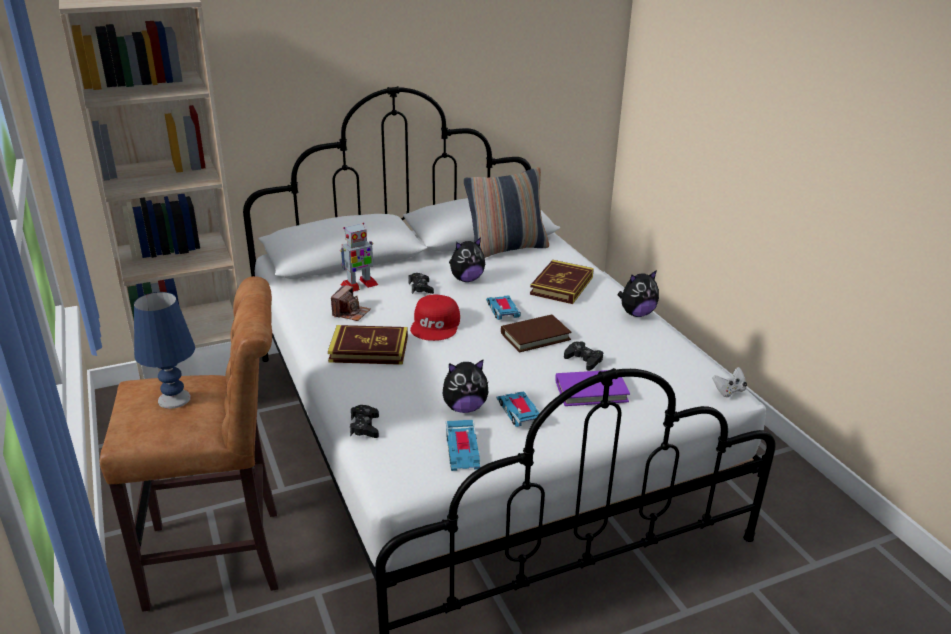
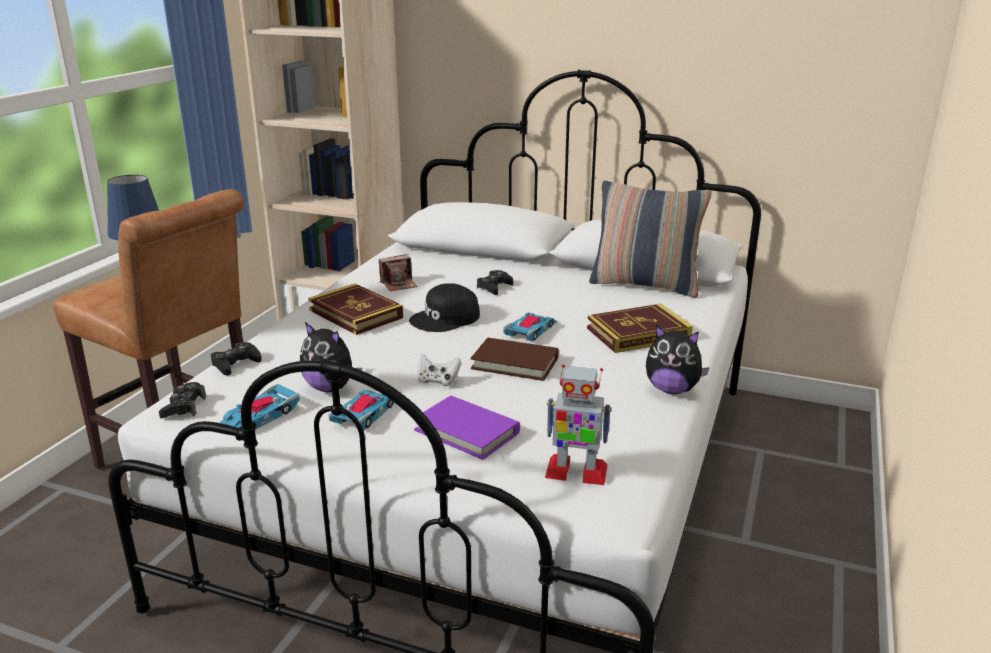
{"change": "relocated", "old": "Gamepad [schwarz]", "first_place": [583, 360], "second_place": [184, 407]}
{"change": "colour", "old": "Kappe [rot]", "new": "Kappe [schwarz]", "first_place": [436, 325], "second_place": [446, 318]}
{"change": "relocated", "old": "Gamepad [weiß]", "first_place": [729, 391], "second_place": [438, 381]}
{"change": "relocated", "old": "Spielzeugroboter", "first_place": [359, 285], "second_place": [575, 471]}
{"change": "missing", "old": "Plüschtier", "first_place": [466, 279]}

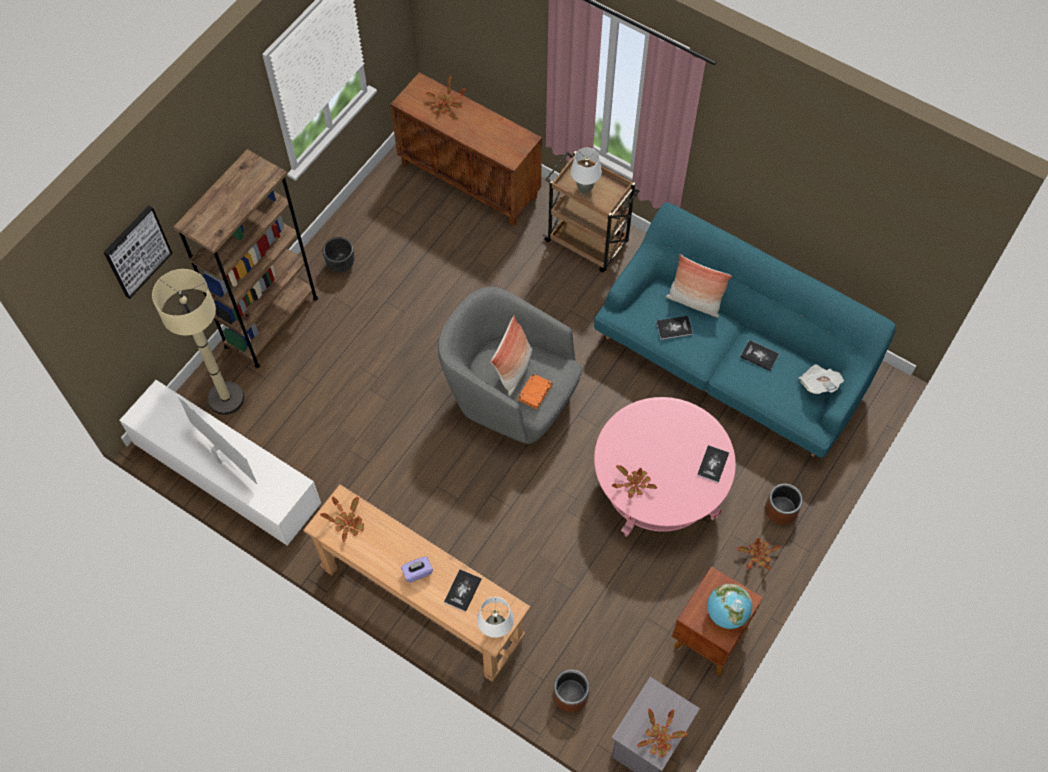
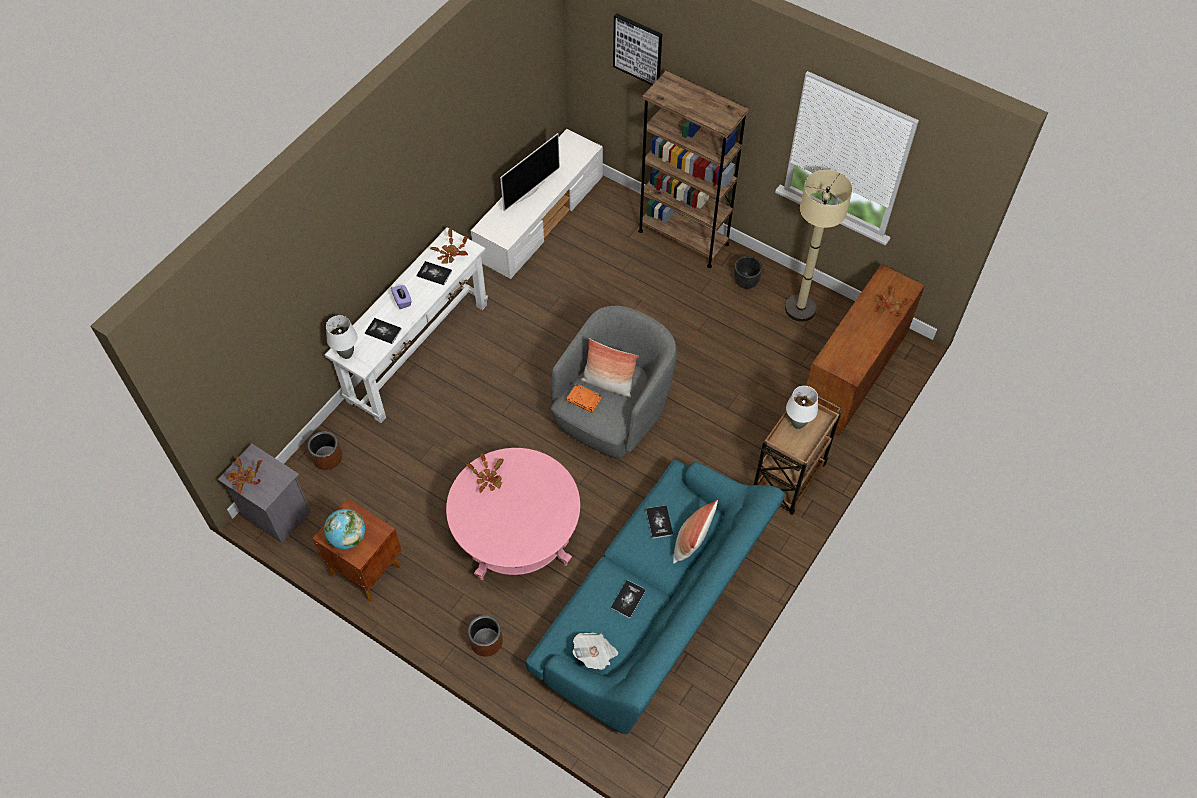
{"change": "colour", "old": "Konsolentisch [braun]", "new": "Konsolentisch [weiß]", "first_place": [422, 603], "second_place": [418, 352]}
{"change": "relocated", "old": "Buch", "first_place": [713, 464], "second_place": [434, 273]}
{"change": "relocated", "old": "Stehlampe [beige]", "first_place": [226, 398], "second_place": [800, 308]}
{"change": "missing", "old": "Topfpflanze", "first_place": [758, 555]}

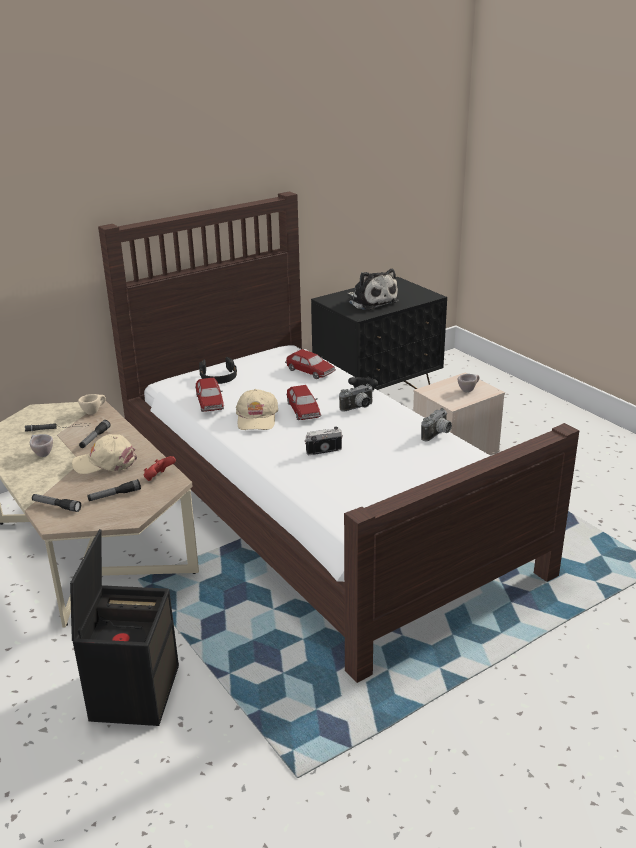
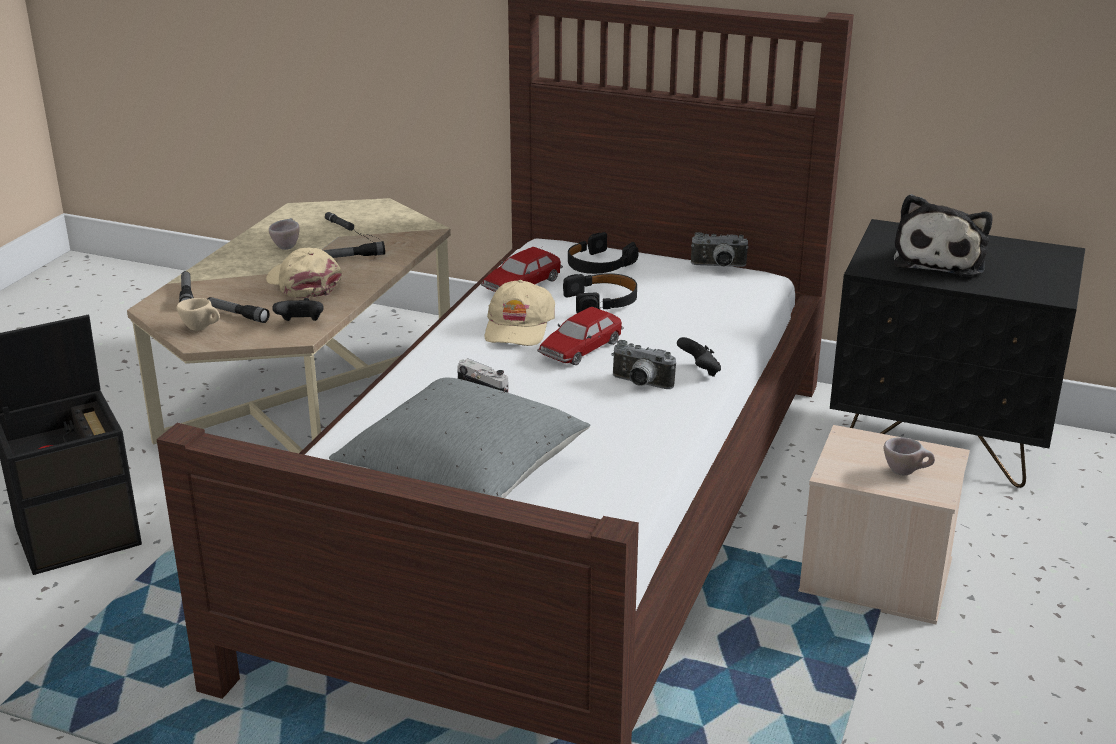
{"change": "relocated", "old": "Tasse [beige]", "first_place": [94, 412], "second_place": [202, 328]}
{"change": "colour", "old": "Gamepad [rot]", "new": "Gamepad [schwarz]", "first_place": [159, 478], "second_place": [300, 323]}
{"change": "appeared", "new": "Kissen [grau]", "second_place": [463, 477]}
{"change": "spun", "old": "Kappe [beige]", "first_place": [257, 418], "second_place": [518, 326], "degrees": -45}
{"change": "appeared", "new": "Kopfhörer [schwarz]", "second_place": [602, 301]}
{"change": "relocated", "old": "Kamera", "first_place": [438, 435], "second_place": [718, 267]}
{"change": "missing", "old": "Spielzeugauto", "first_place": [310, 371]}

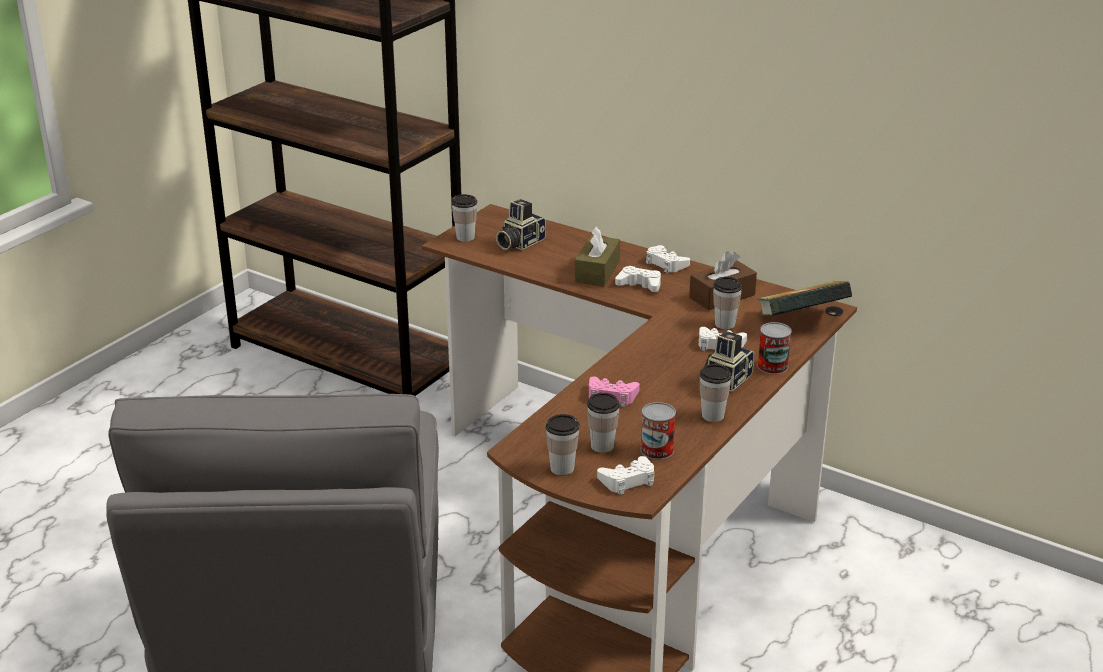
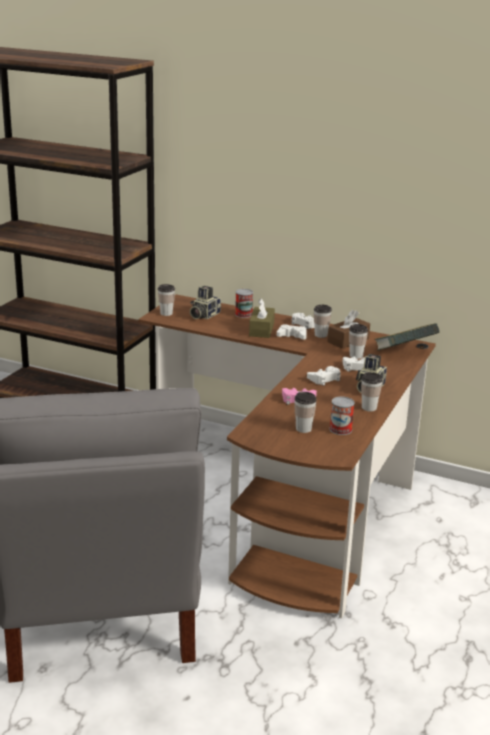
{"change": "relocated", "old": "Dose", "first_place": [772, 366], "second_place": [243, 314]}
{"change": "relocated", "old": "Gamepad [weiß]", "first_place": [628, 481], "second_place": [324, 379]}
{"change": "relocated", "old": "Tasse", "first_place": [562, 468], "second_place": [321, 335]}

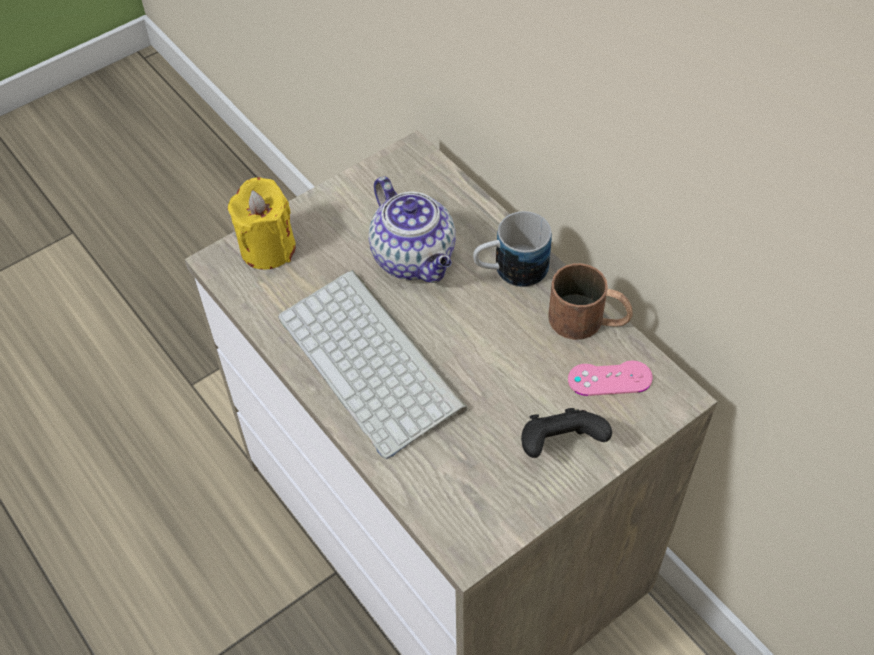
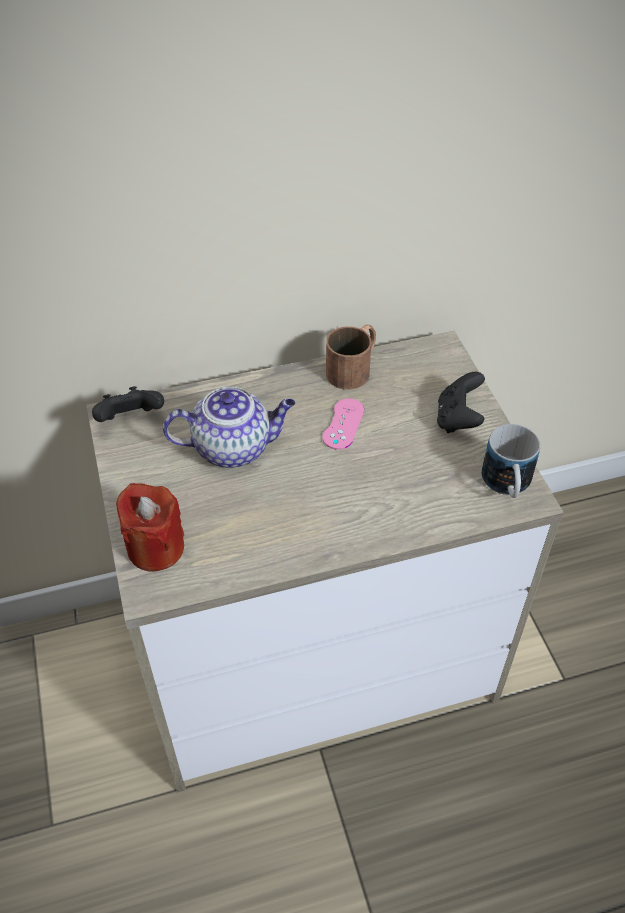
{"change": "appeared", "new": "Gamepad [schwarz]", "second_place": [131, 420]}
{"change": "colour", "old": "Kerze [gelb]", "new": "Kerze [rot]", "first_place": [267, 248], "second_place": [155, 548]}
{"change": "relocated", "old": "Gamepad [rosa]", "first_place": [610, 378], "second_place": [343, 424]}
{"change": "relocated", "old": "Henkelbecher", "first_place": [510, 270], "second_place": [507, 486]}
{"change": "missing", "old": "Tastatur", "first_place": [374, 362]}

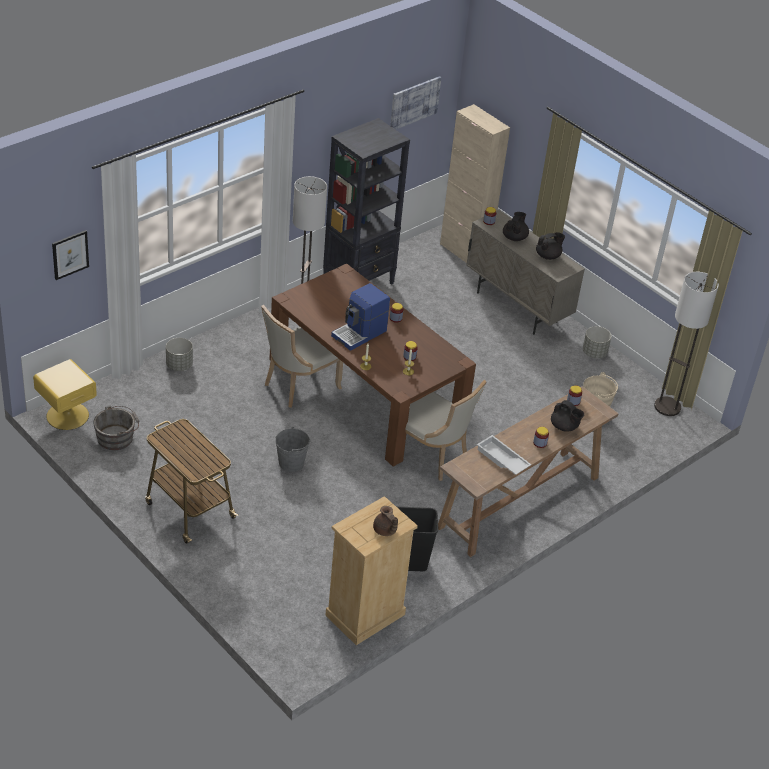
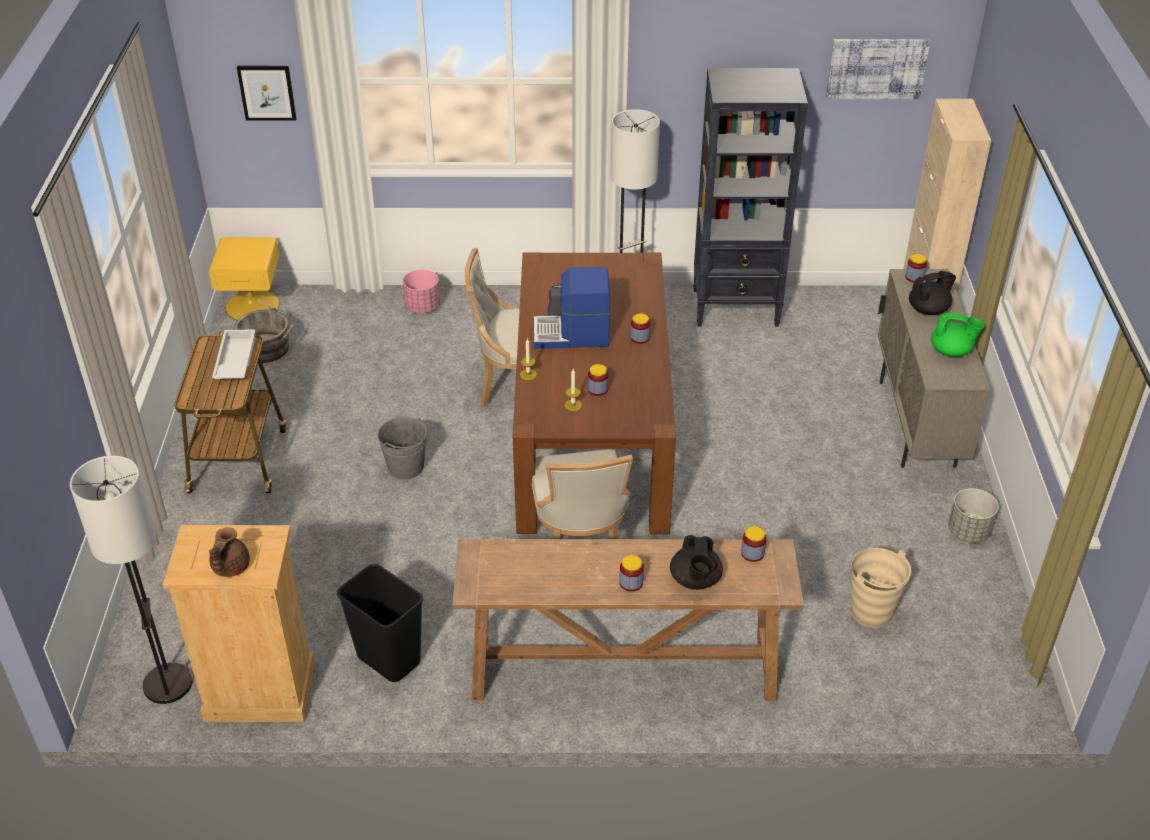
{"change": "relocated", "old": "Stehlampe", "first_place": [667, 407], "second_place": [167, 684]}
{"change": "relocated", "old": "Tablett [weiß]", "first_place": [501, 459], "second_place": [234, 360]}
{"change": "colour", "old": "Pflanzkübel [grau]", "new": "Pflanzkübel [rosa]", "first_place": [179, 365], "second_place": [423, 307]}
{"change": "colour", "old": "Teekanne [schwarz]", "new": "Teekanne [grün]", "first_place": [548, 256], "second_place": [951, 351]}

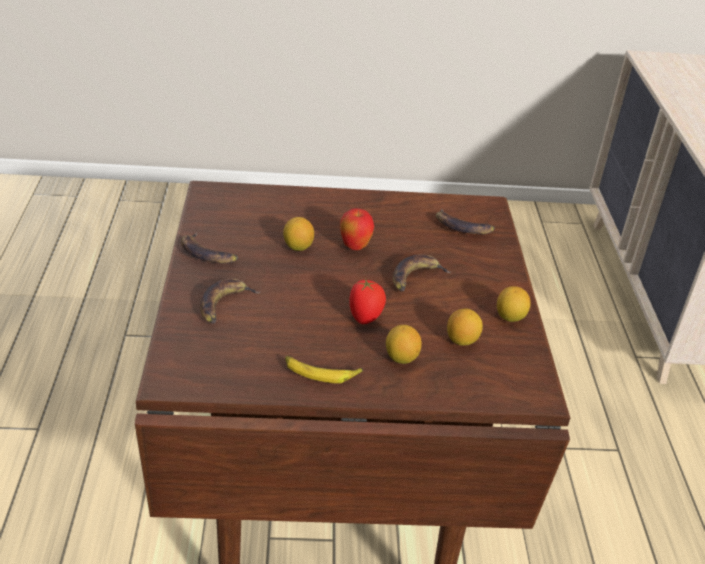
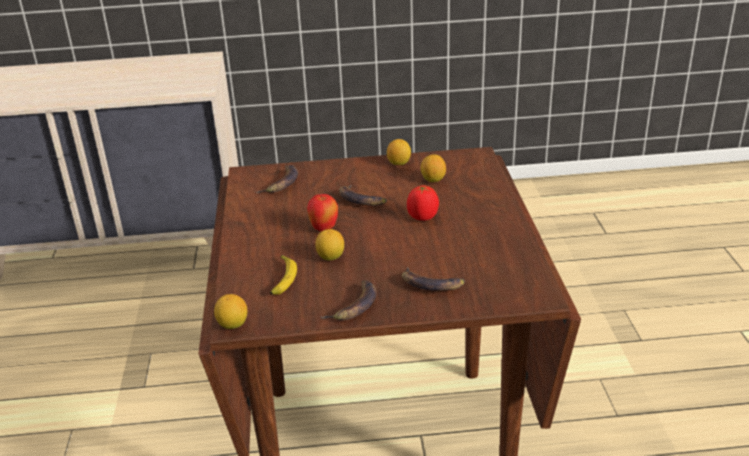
{"change": "relocated", "old": "Zitrone", "first_place": [401, 358], "second_place": [233, 324]}
{"change": "relocated", "old": "Banane", "first_place": [321, 373], "second_place": [282, 279]}

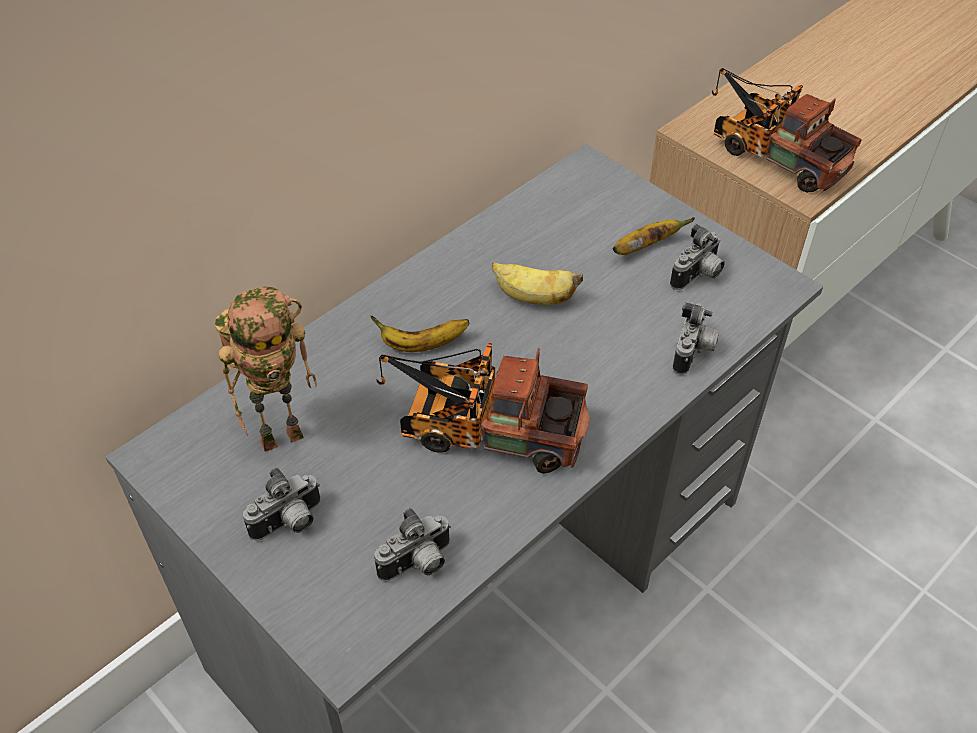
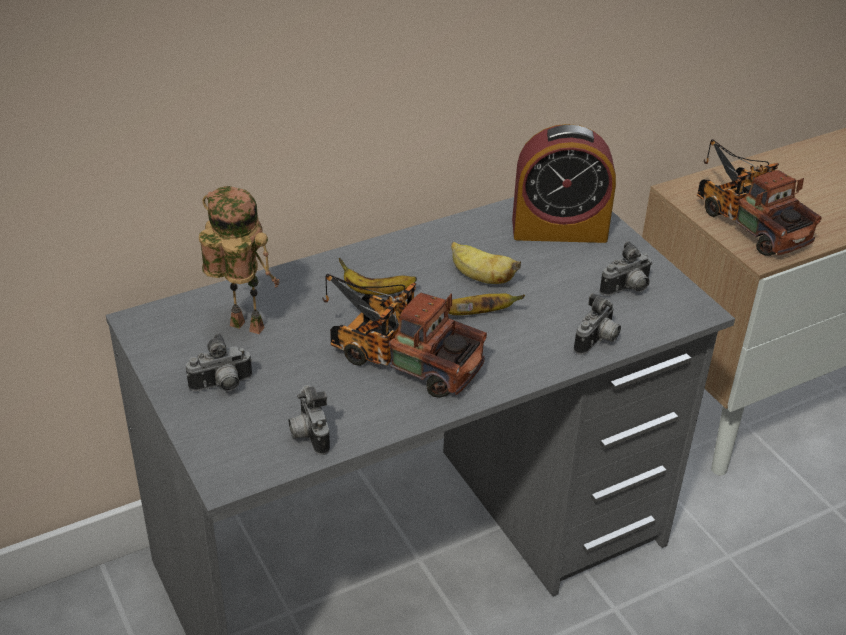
{"change": "spun", "old": "Spielzeugroboter", "first_place": [283, 434], "second_place": [242, 328], "degrees": -150}
{"change": "spun", "old": "Kamera", "first_place": [418, 564], "second_place": [308, 434], "degrees": 90}
{"change": "relocated", "old": "Banane", "first_place": [645, 247], "second_place": [479, 314]}
{"change": "appeared", "new": "Wecker", "second_place": [559, 229]}

